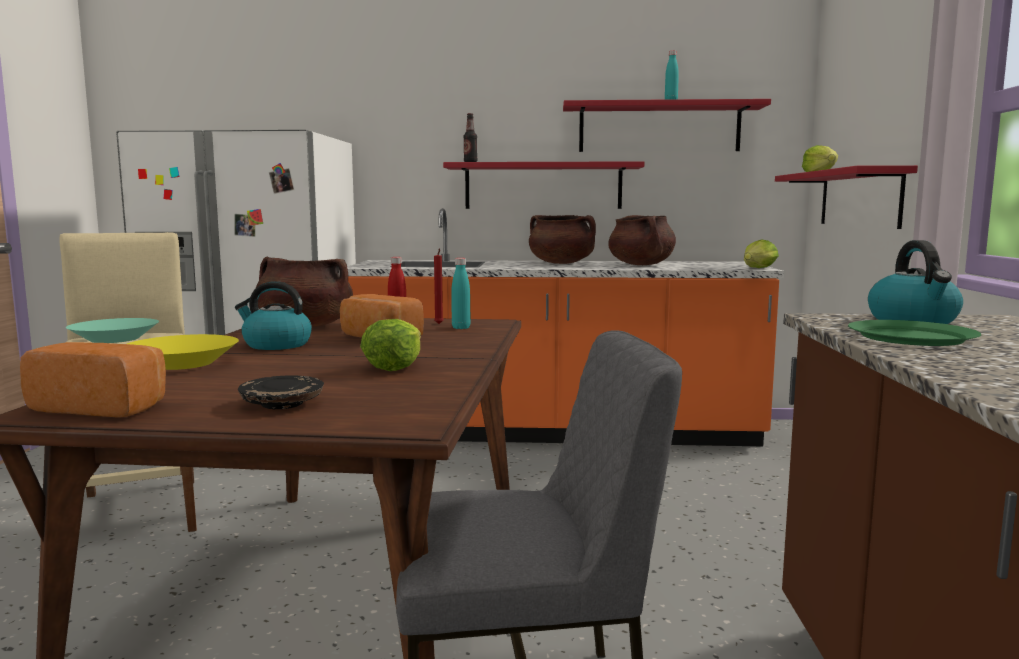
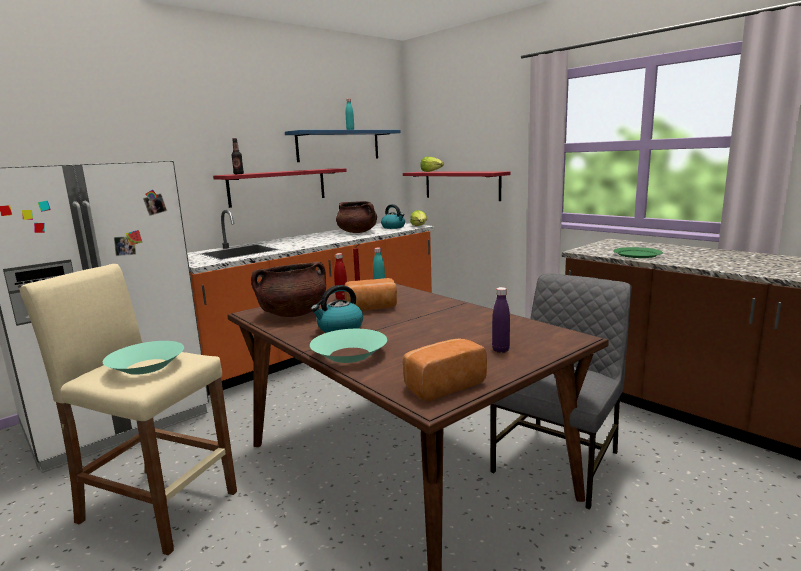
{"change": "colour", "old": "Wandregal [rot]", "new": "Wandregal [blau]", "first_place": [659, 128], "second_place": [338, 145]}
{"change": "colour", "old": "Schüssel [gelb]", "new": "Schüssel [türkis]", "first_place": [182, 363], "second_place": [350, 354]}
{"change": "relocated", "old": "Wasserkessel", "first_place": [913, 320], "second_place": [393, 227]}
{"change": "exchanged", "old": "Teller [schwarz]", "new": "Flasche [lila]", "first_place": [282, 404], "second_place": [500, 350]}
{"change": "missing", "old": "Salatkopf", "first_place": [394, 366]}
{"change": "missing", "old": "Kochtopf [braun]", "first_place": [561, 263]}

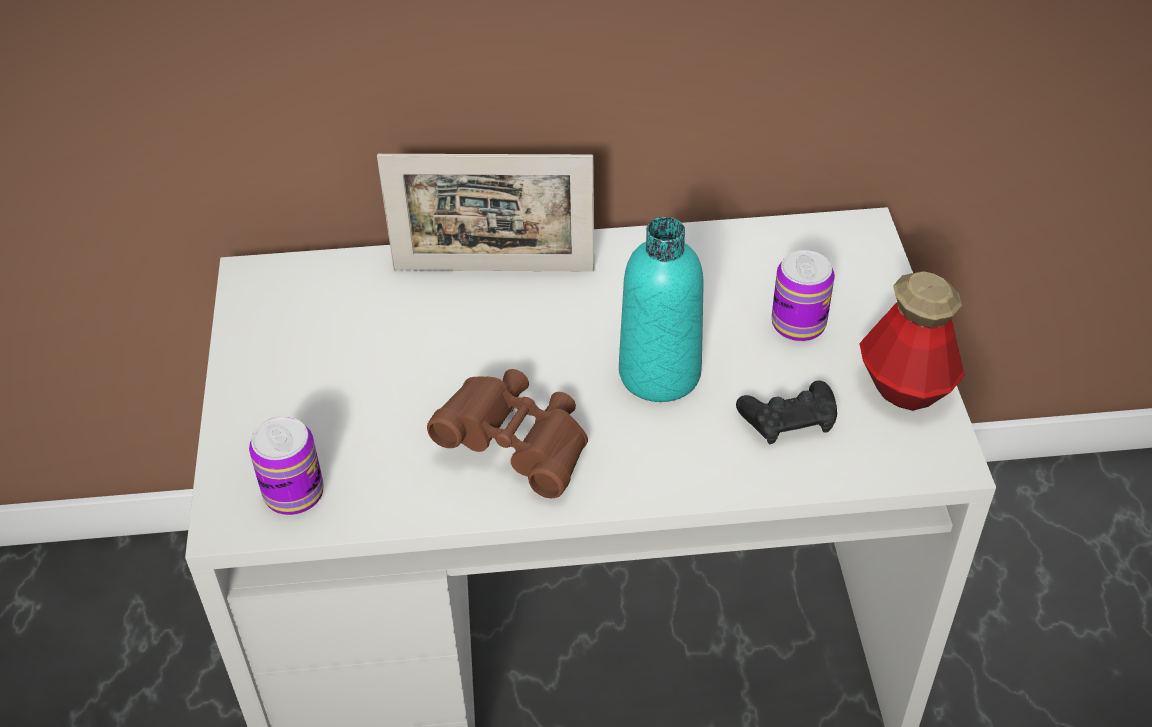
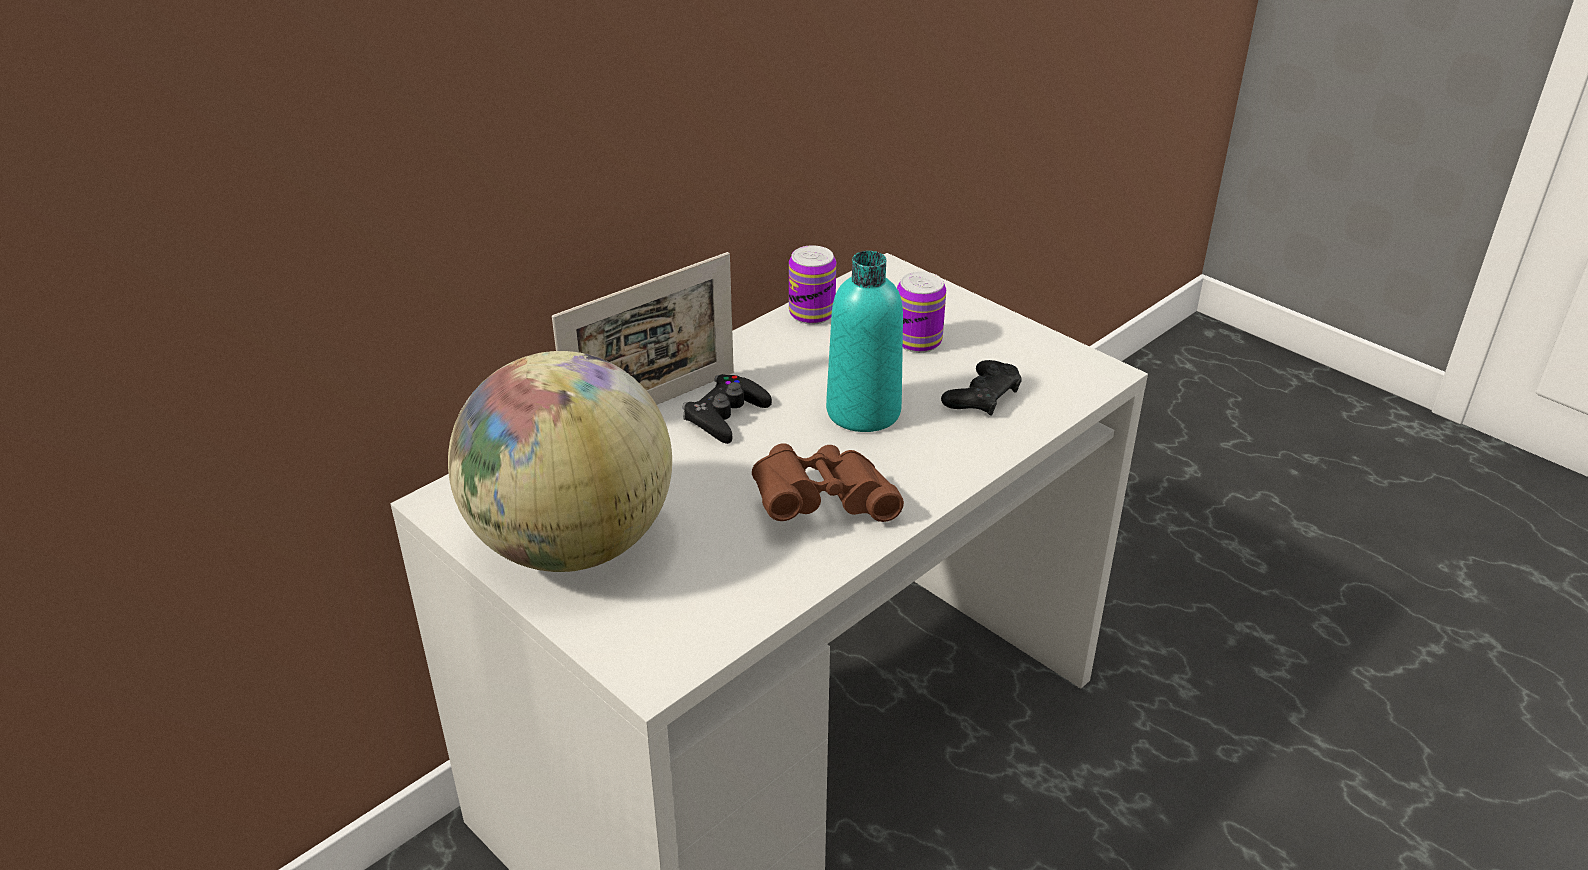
{"change": "appeared", "new": "Globus", "second_place": [571, 544]}
{"change": "appeared", "new": "Gamepad [schwarz]", "second_place": [726, 416]}
{"change": "relocated", "old": "Dose", "first_place": [294, 494], "second_place": [812, 314]}
{"change": "missing", "old": "Flasche", "first_place": [905, 387]}

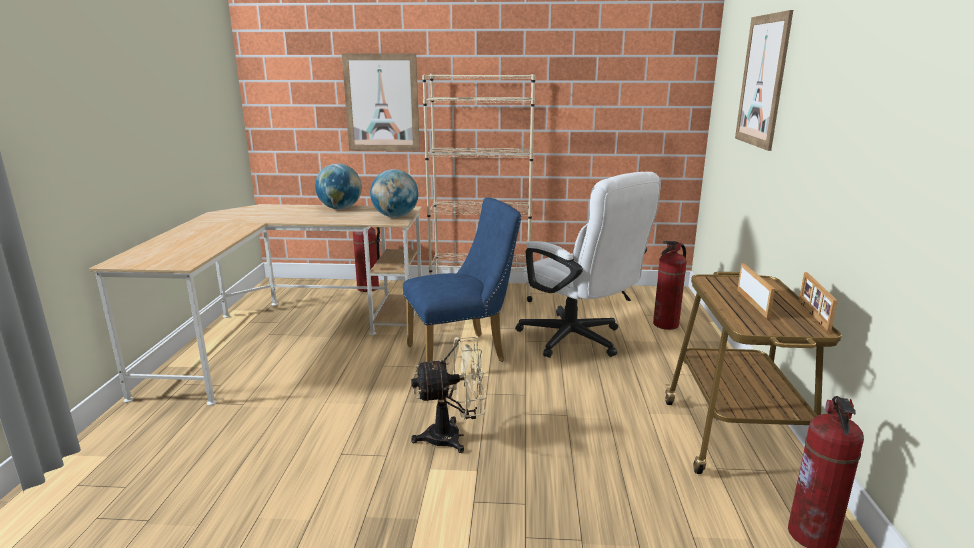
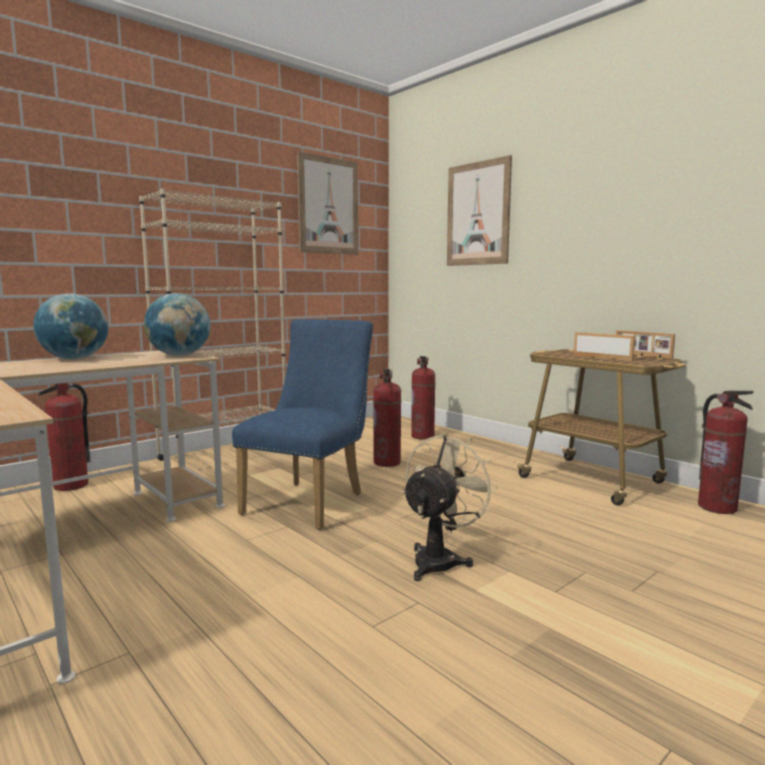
{"change": "relocated", "old": "Bild", "first_place": [381, 103], "second_place": [328, 206]}
{"change": "exchanged", "old": "Bürostuhl [weiß]", "new": "Feuerlöscher", "first_place": [578, 341], "second_place": [387, 462]}

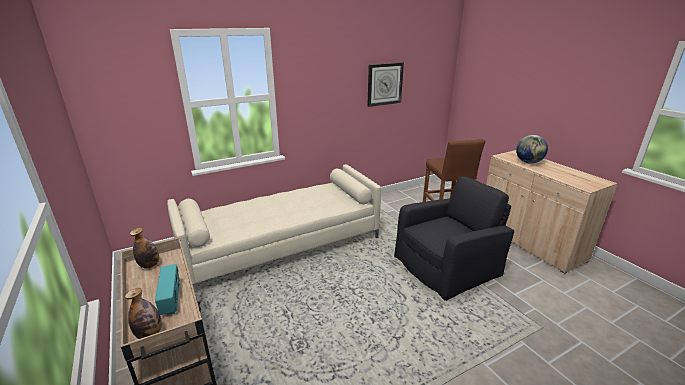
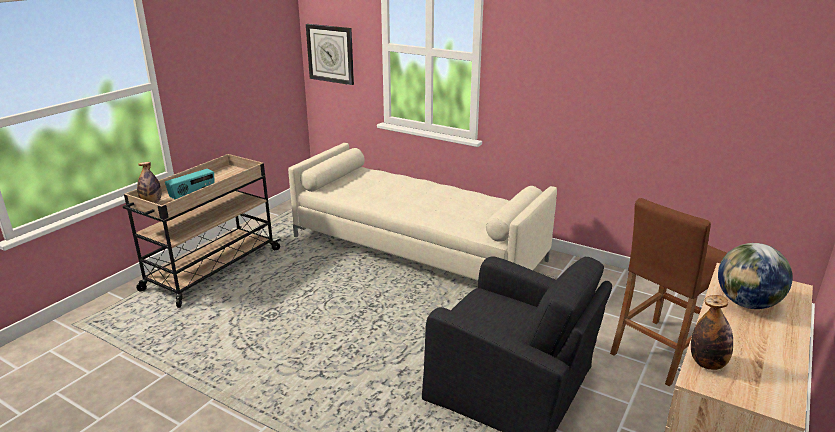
{"change": "relocated", "old": "Wanduhr", "first_place": [384, 84], "second_place": [330, 54]}
{"change": "relocated", "old": "Flasche", "first_place": [149, 265], "second_place": [707, 363]}

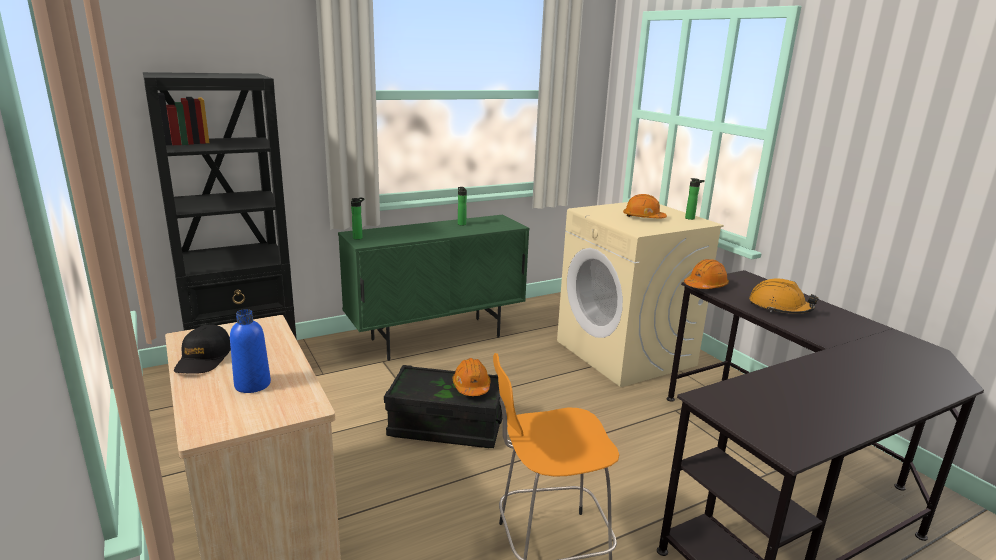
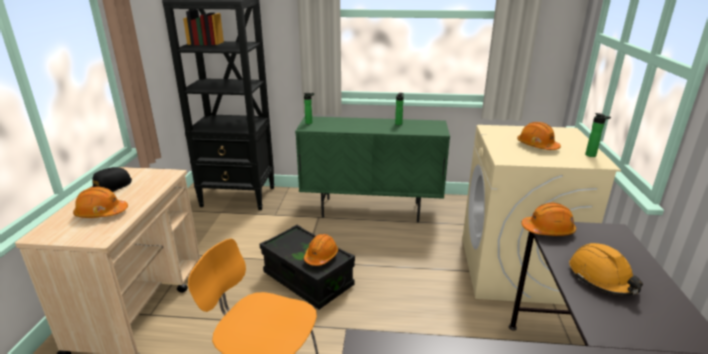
{"change": "exchanged", "old": "Flasche [blau]", "new": "Schutzhelm [orange]", "first_place": [252, 385], "second_place": [101, 213]}

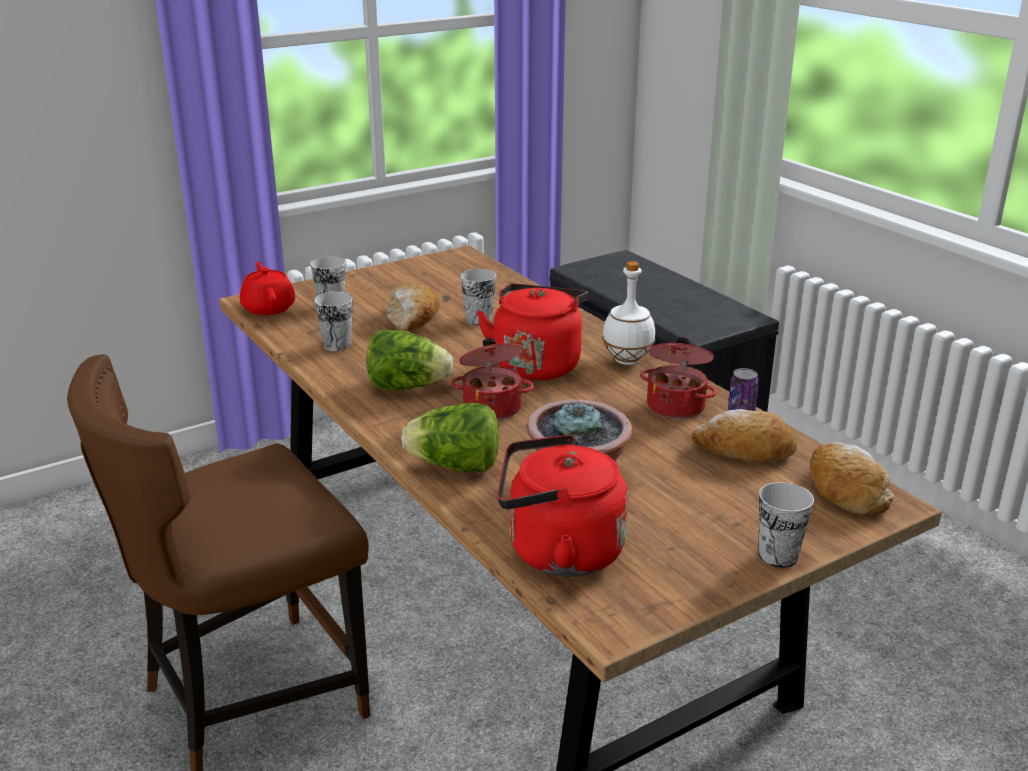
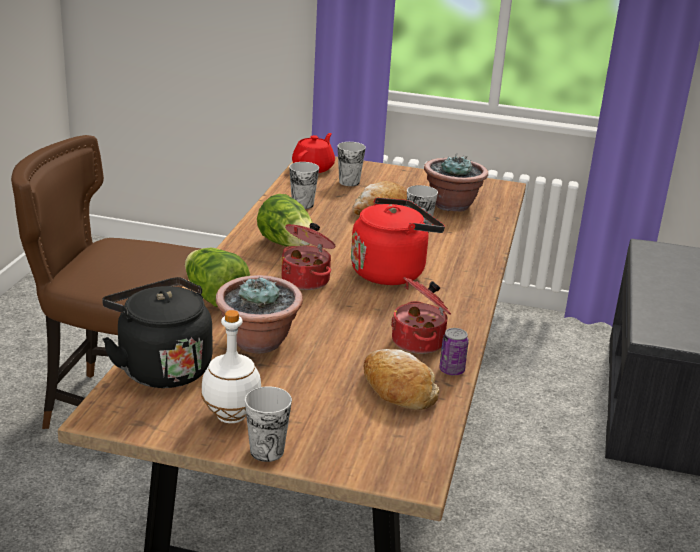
{"change": "colour", "old": "Wasserkessel [rot]", "new": "Wasserkessel [schwarz]", "first_place": [558, 552], "second_place": [161, 367]}
{"change": "relocated", "old": "Flasche [weiß]", "first_place": [628, 361], "second_place": [231, 417]}
{"change": "appeared", "new": "Topfpflanze", "second_place": [452, 205]}
{"change": "missing", "old": "Brot", "first_place": [845, 491]}

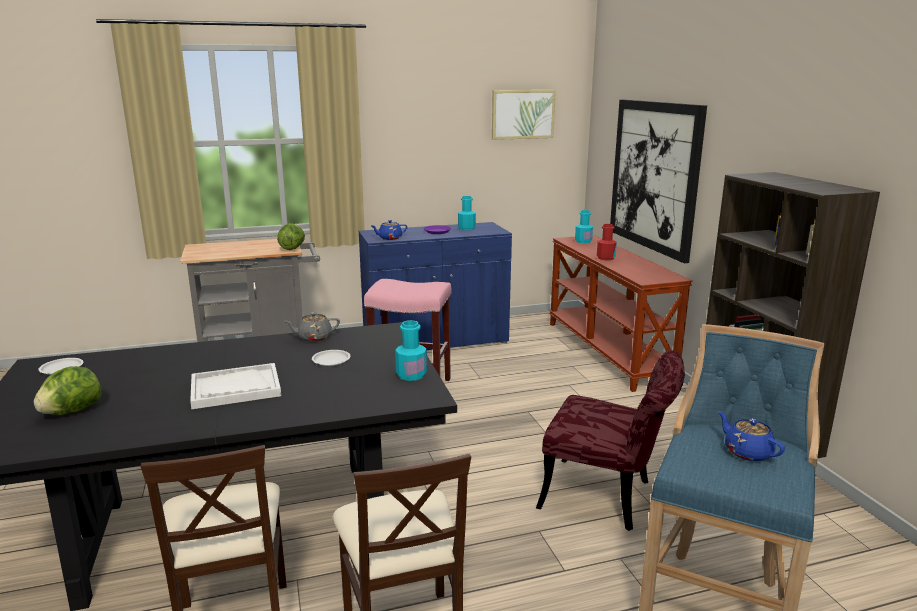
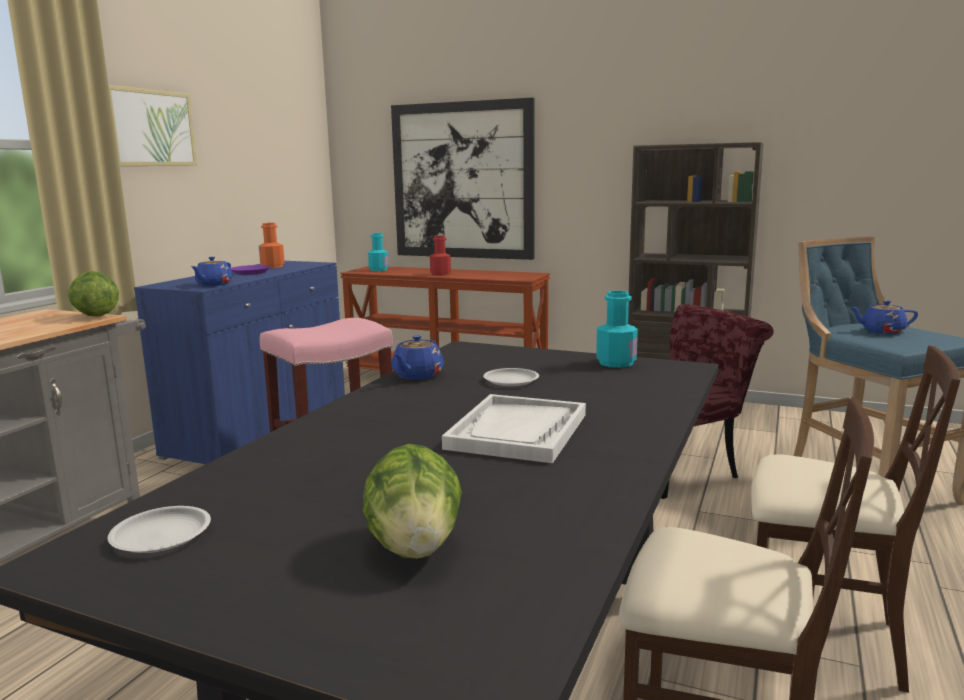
{"change": "relocated", "old": "Bild", "first_place": [522, 114], "second_place": [150, 128]}
{"change": "colour", "old": "Flasche [türkis]", "new": "Flasche [orange]", "first_place": [466, 228], "second_place": [272, 266]}
{"change": "colour", "old": "Teekanne [grau]", "new": "Teekanne [blau]", "first_place": [314, 338], "second_place": [417, 375]}

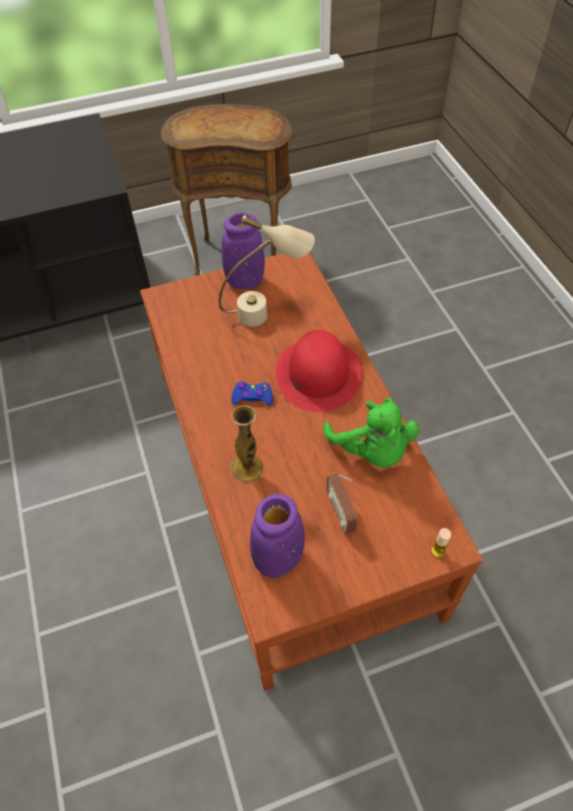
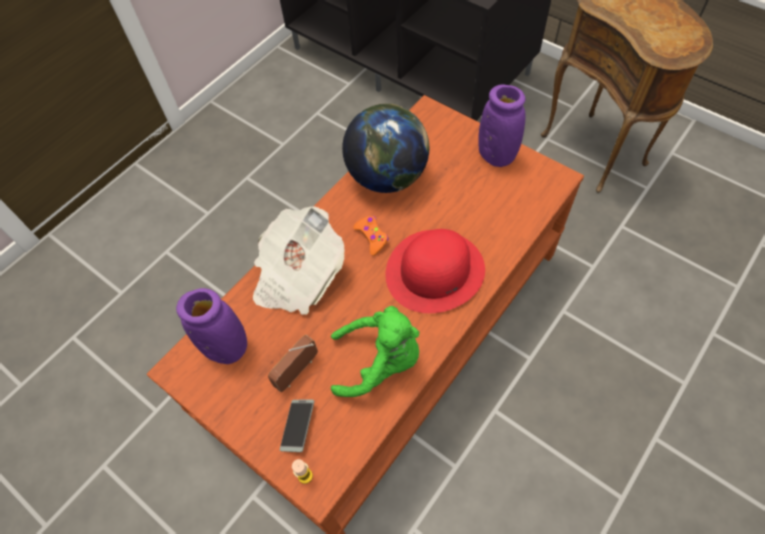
{"change": "exchanged", "old": "Vase", "new": "Zeitung", "first_place": [247, 468], "second_place": [297, 275]}
{"change": "appeared", "new": "Handy", "second_place": [298, 427]}
{"change": "spun", "old": "Plüschtier [grün]", "first_place": [372, 450], "second_place": [380, 361], "degrees": -120}
{"change": "appeared", "new": "Globus", "second_place": [387, 177]}
{"change": "colour", "old": "Gamepad [blau]", "new": "Gamepad [orange]", "first_place": [252, 397], "second_place": [372, 237]}
{"change": "missing", "old": "Tischlampe [beige]", "first_place": [267, 313]}

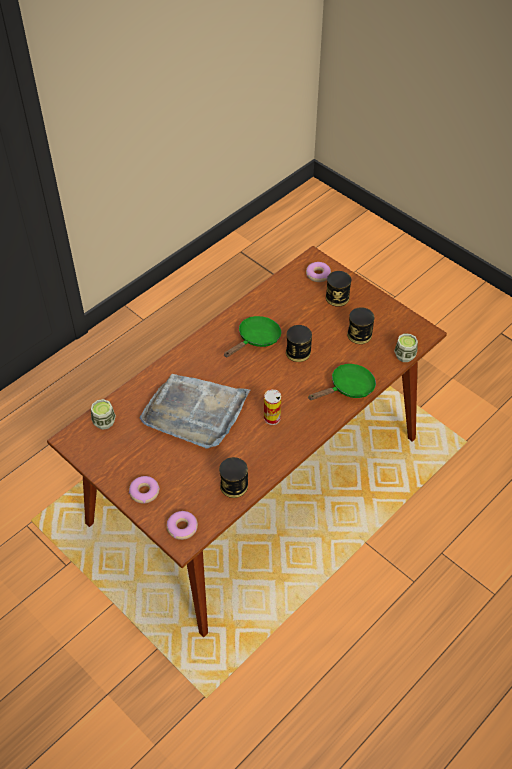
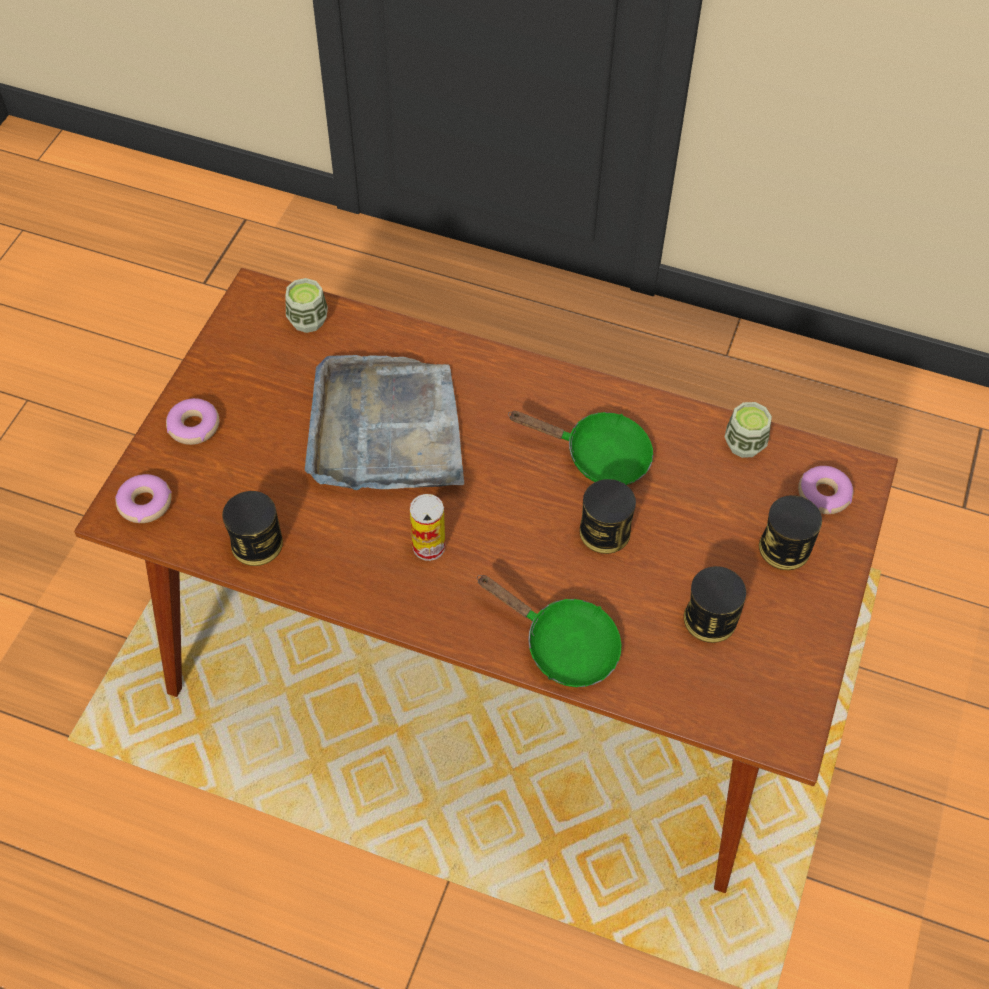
{"change": "relocated", "old": "Tasse", "first_place": [404, 355], "second_place": [744, 444]}

